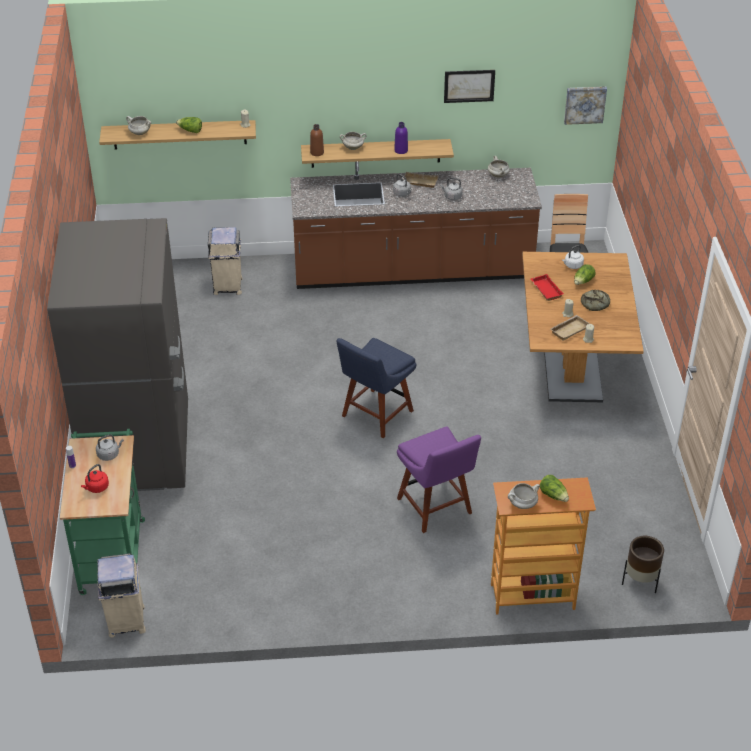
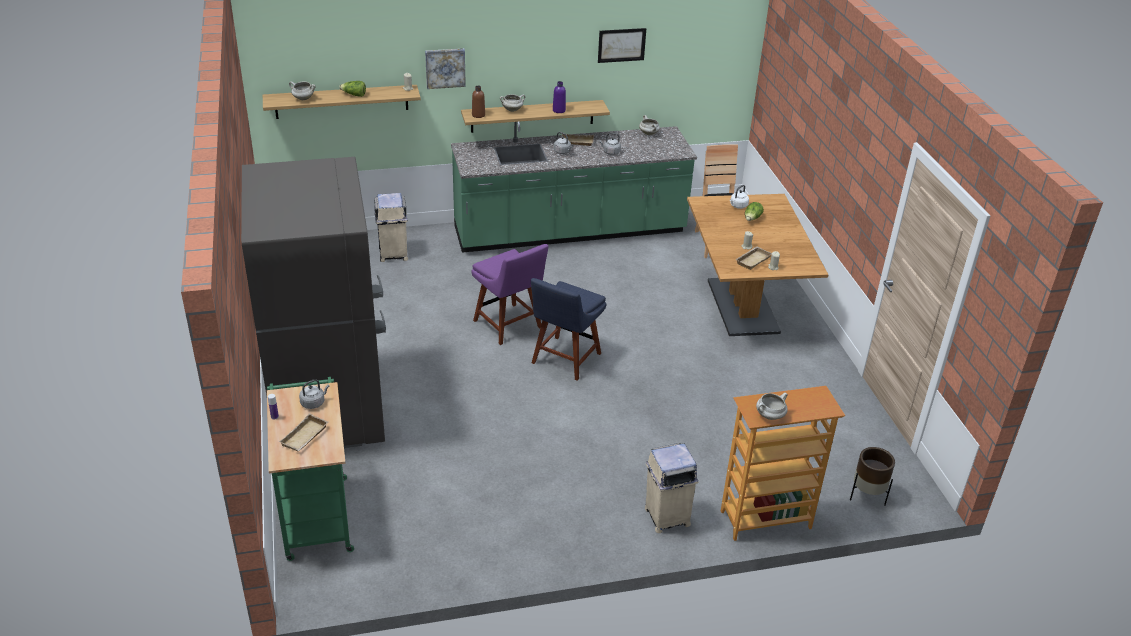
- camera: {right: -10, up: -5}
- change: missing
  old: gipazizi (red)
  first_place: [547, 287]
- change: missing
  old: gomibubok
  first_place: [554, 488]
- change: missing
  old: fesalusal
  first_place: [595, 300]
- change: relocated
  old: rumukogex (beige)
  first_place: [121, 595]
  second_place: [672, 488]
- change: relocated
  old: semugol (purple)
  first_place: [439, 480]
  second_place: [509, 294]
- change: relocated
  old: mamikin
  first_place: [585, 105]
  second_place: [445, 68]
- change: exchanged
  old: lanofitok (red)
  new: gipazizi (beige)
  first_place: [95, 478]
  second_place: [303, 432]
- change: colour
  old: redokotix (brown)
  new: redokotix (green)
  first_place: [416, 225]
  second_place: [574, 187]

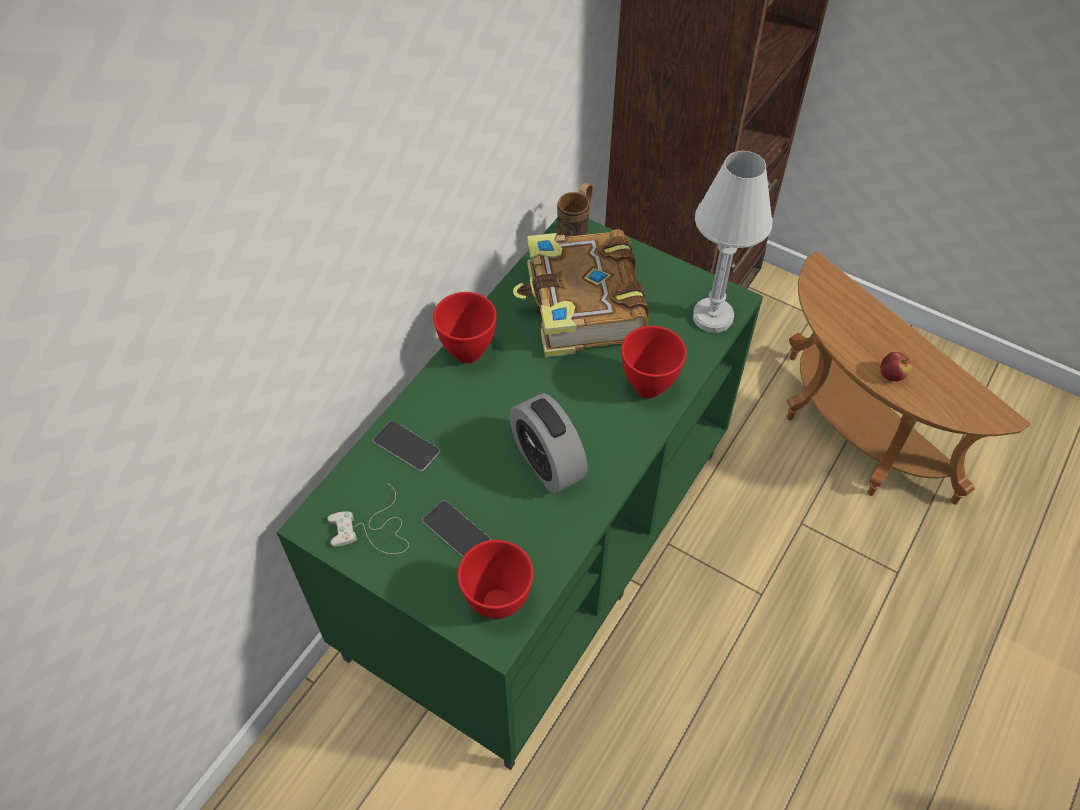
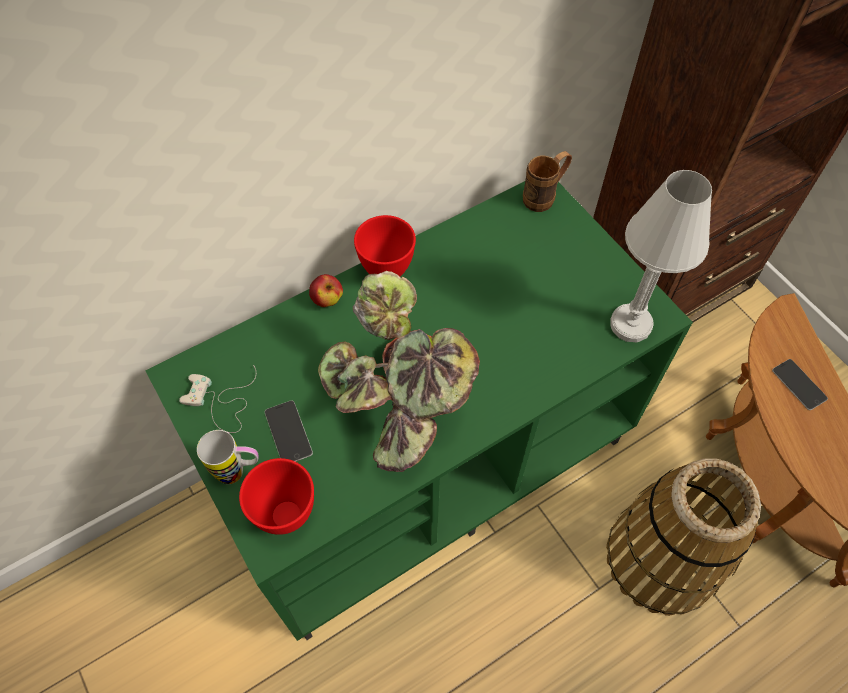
- camera: {right: 25, up: 5}
- change: missing
  old: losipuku
  first_place: [581, 293]
- change: missing
  old: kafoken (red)
  first_place: [654, 362]
- change: appeared
  new: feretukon
  second_place: [228, 457]
- change: appeared
  new: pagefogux
  second_place: [683, 537]
- change: relocated
  old: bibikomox
  first_place: [406, 446]
  second_place: [800, 384]
- change: relocated
  old: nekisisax
  first_place: [896, 367]
  second_place: [326, 290]
- change: exchanged
  old: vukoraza
  new: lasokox
  first_place: [549, 443]
  second_place: [399, 371]

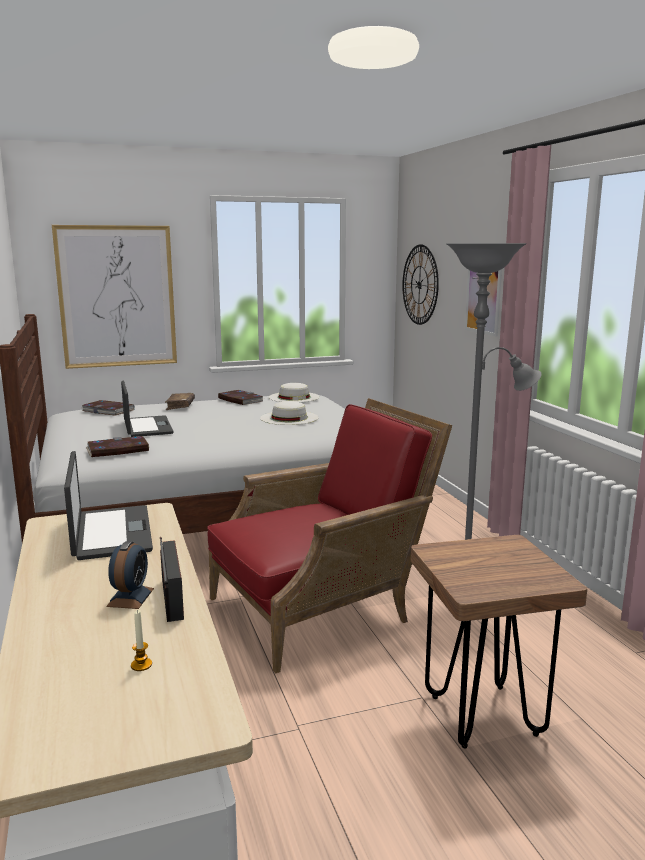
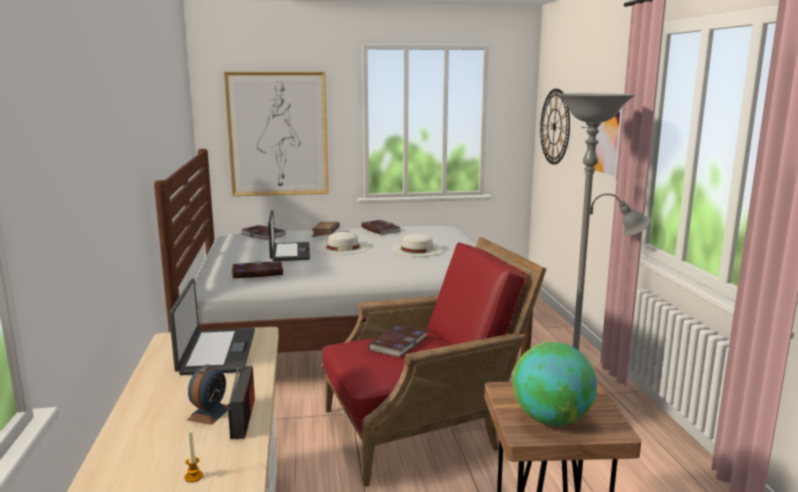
- camera: {right: 10, up: 0}
- change: appeared
  new: losipuku
  second_place: [398, 340]
- change: appeared
  new: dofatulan
  second_place: [555, 384]
- change: relocated
  old: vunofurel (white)
  first_place: [294, 393]
  second_place: [343, 243]

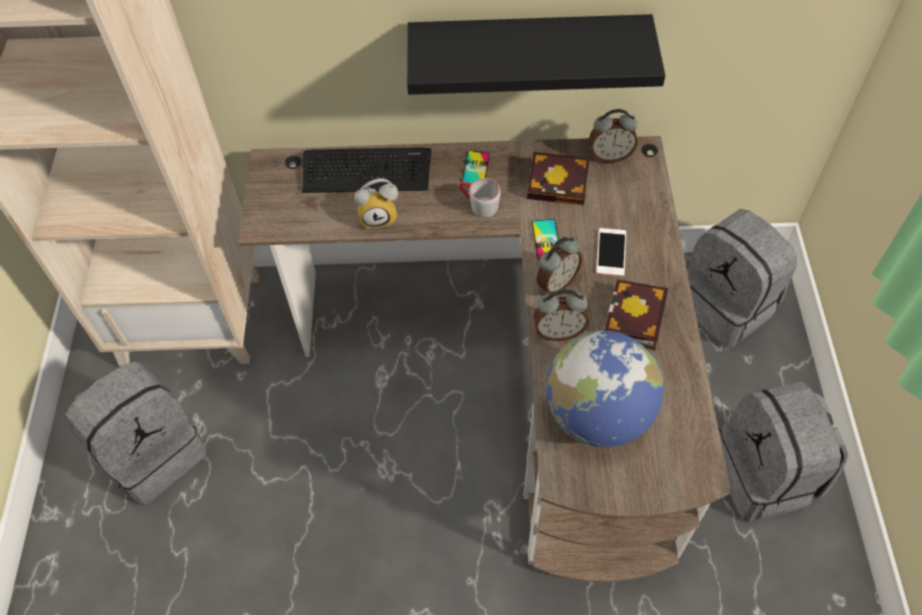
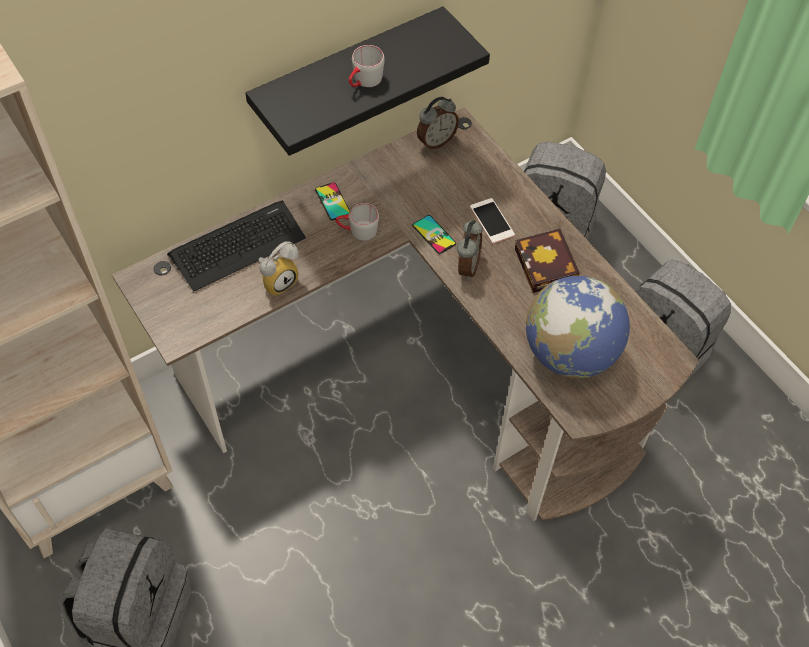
- camera: {right: -35, up: 0}
- change: missing
  old: losipuku
  first_place: [558, 178]
- change: missing
  old: vukoraza
  first_place: [561, 315]
- change: appeared
  new: feretukon (grey)
  second_place: [367, 66]

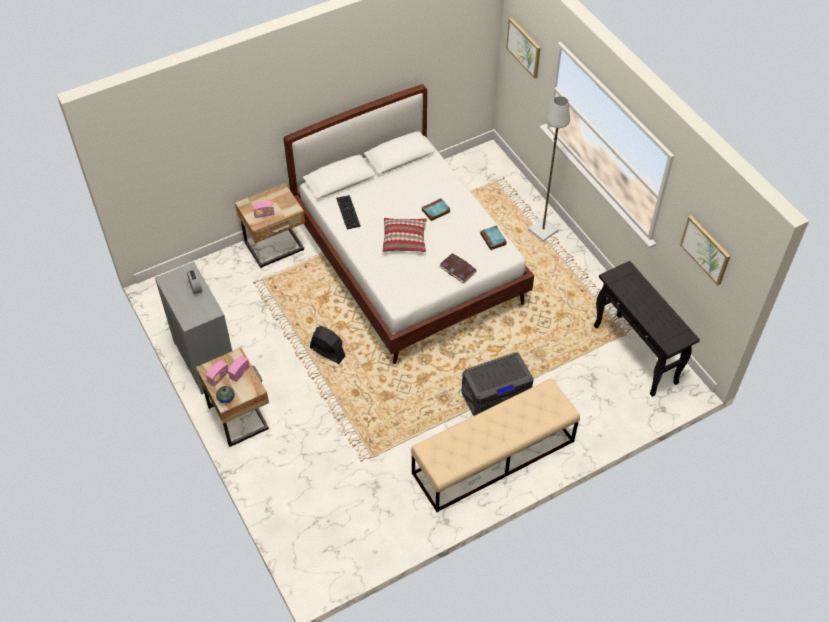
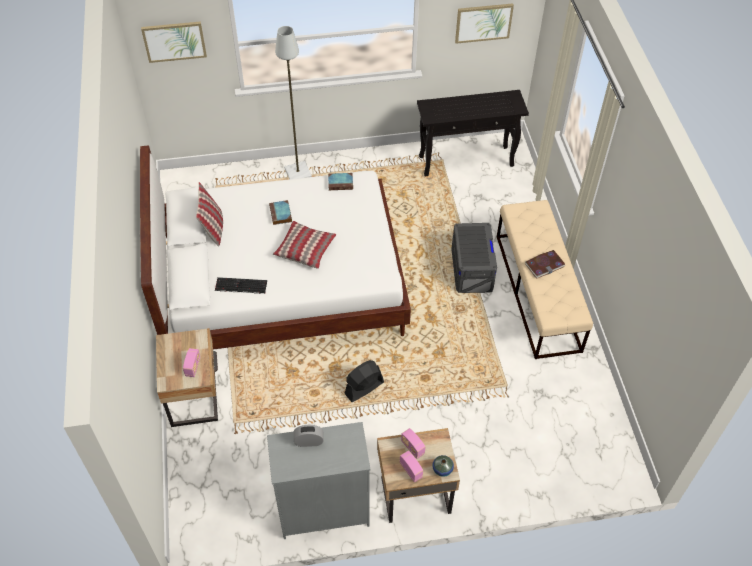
- camera: {right: -70, up: 0}
- change: appeared
  new: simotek
  second_place: [209, 214]
- change: relocated
  old: losipuku
  first_place: [458, 268]
  second_place: [545, 264]

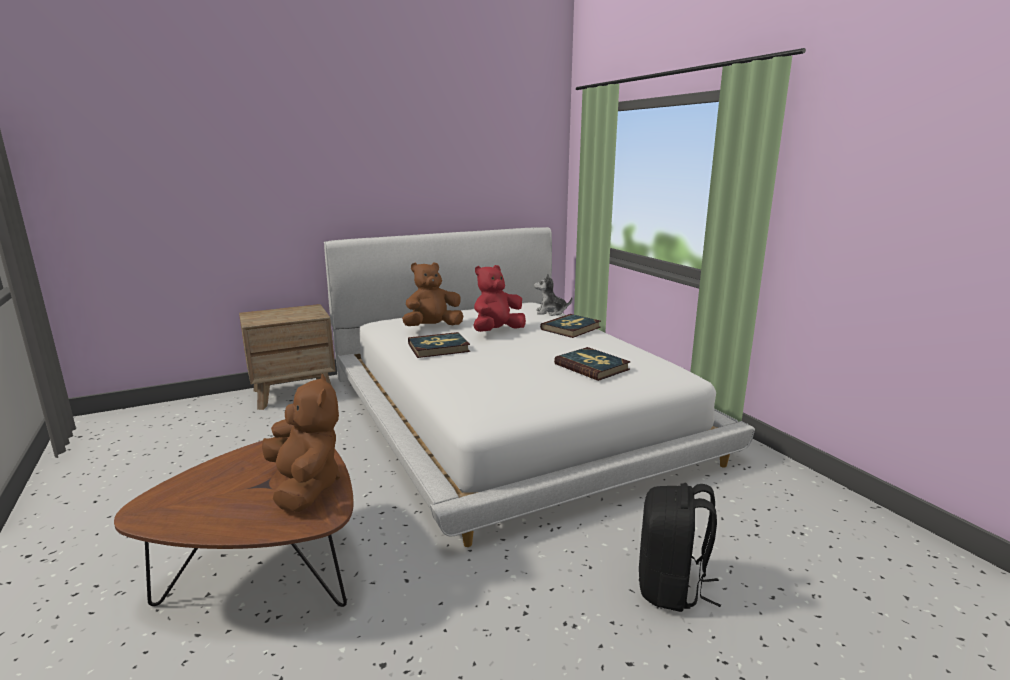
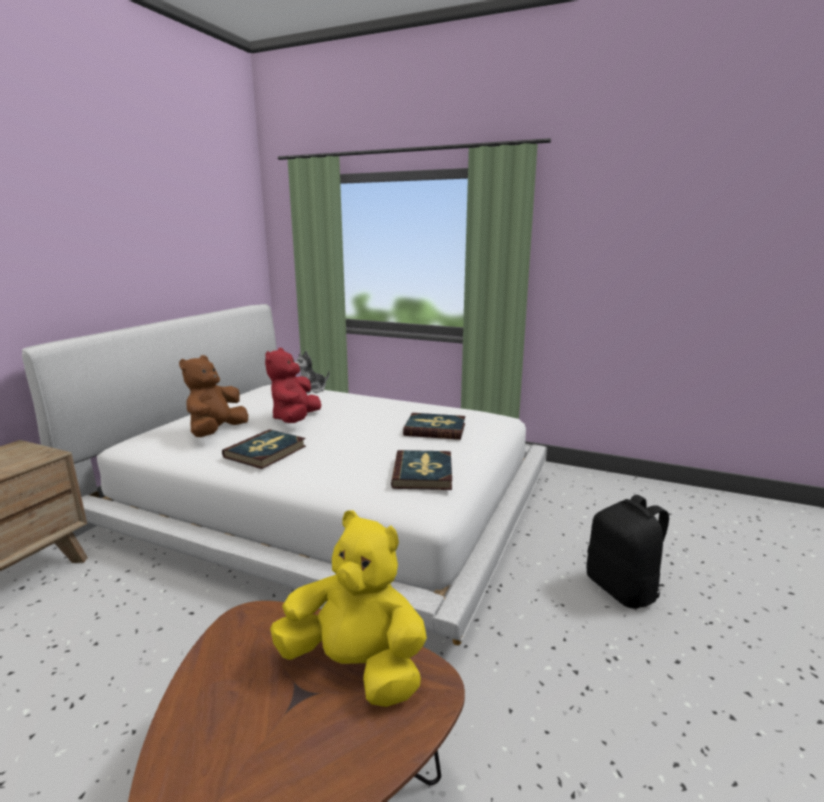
- camera: {right: -40, up: 0}
- change: relocated
  old: losipuku
  first_place: [570, 326]
  second_place: [421, 470]
- change: colour
  old: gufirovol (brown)
  new: gufirovol (yellow)
  first_place: [301, 443]
  second_place: [348, 608]

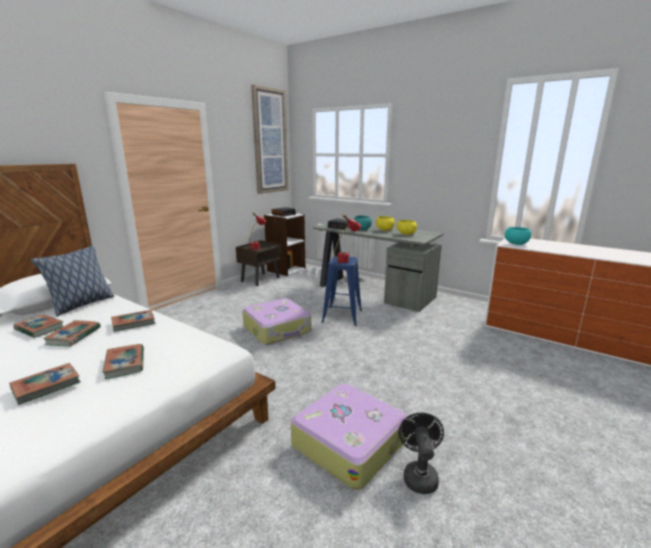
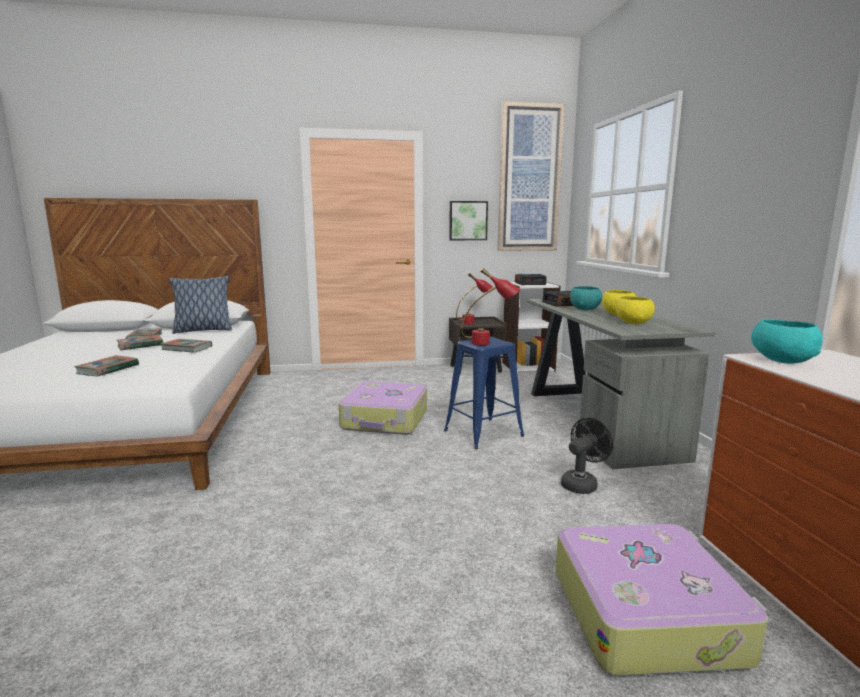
- camera: {right: 45, up: -5}
- change: missing
  old: losipuku
  first_place: [45, 384]
- change: appeared
  new: mamikin
  second_place: [468, 220]
- change: relocated
  old: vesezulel
  first_place: [349, 437]
  second_place: [662, 600]
- change: relocated
  old: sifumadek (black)
  first_place: [421, 453]
  second_place: [587, 456]

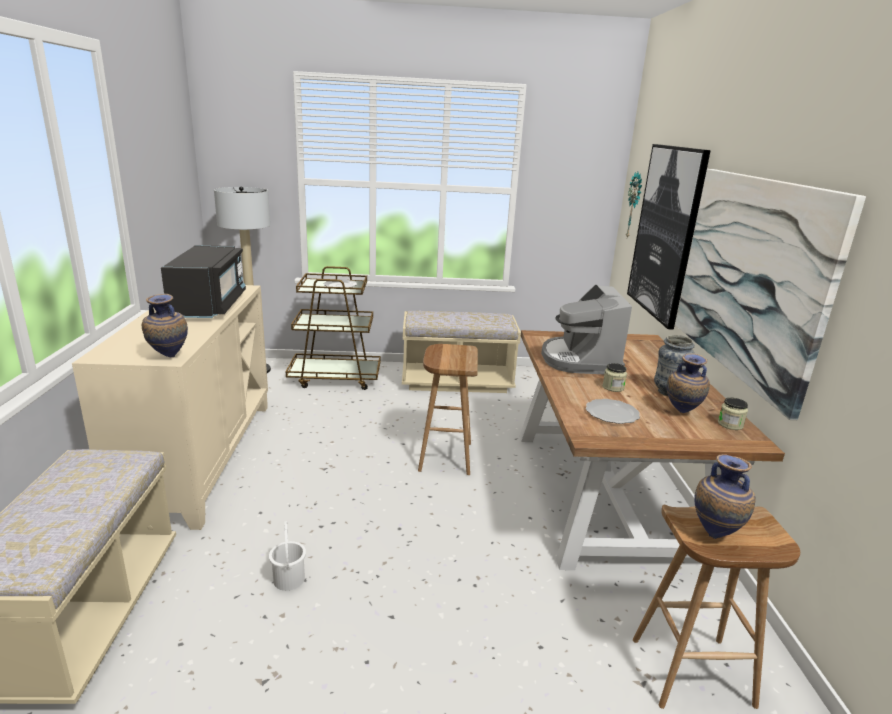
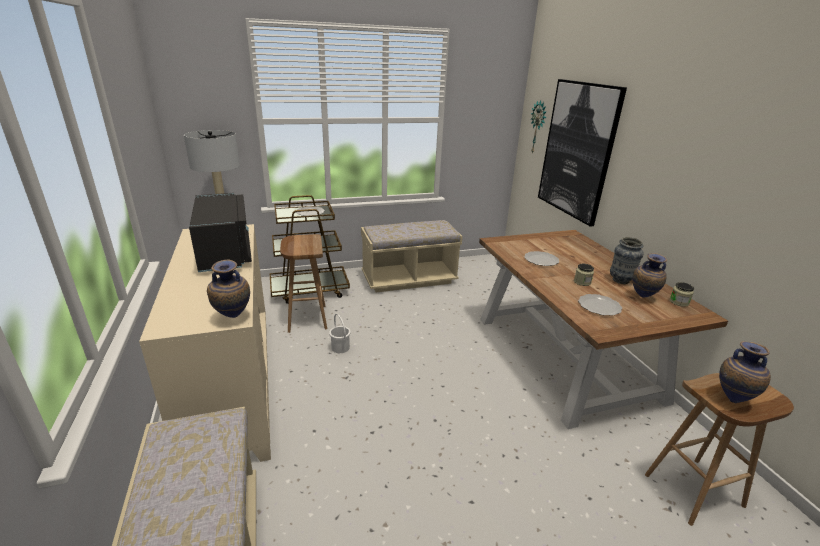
- camera: {right: -15, up: 5}
- change: missing
  old: mamikin
  first_place: [770, 294]
- change: relocated
  old: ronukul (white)
  first_place: [287, 556]
  second_place: [340, 333]
- change: relocated
  old: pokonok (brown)
  first_place: [448, 409]
  second_place: [303, 283]
- change: exchanged
  old: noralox
  new: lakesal
  first_place: [586, 329]
  second_place: [541, 258]

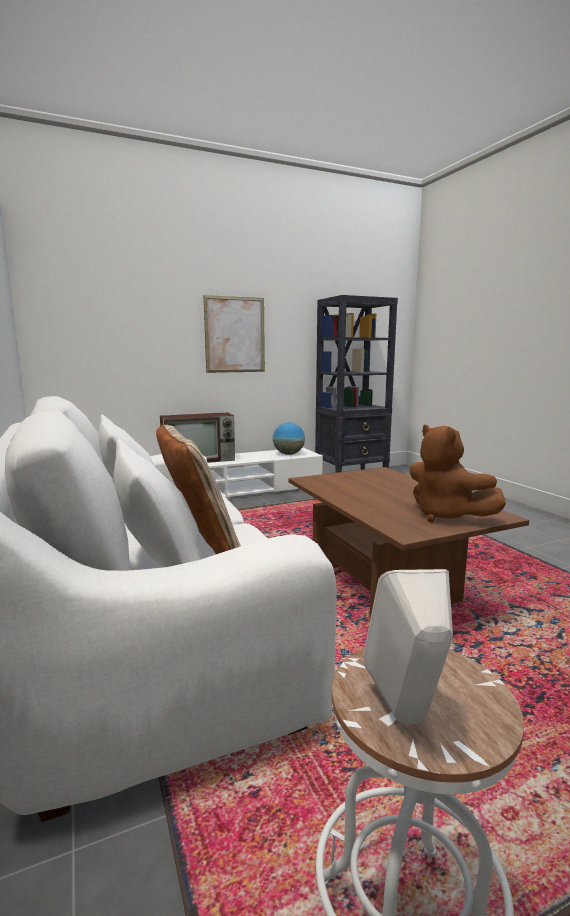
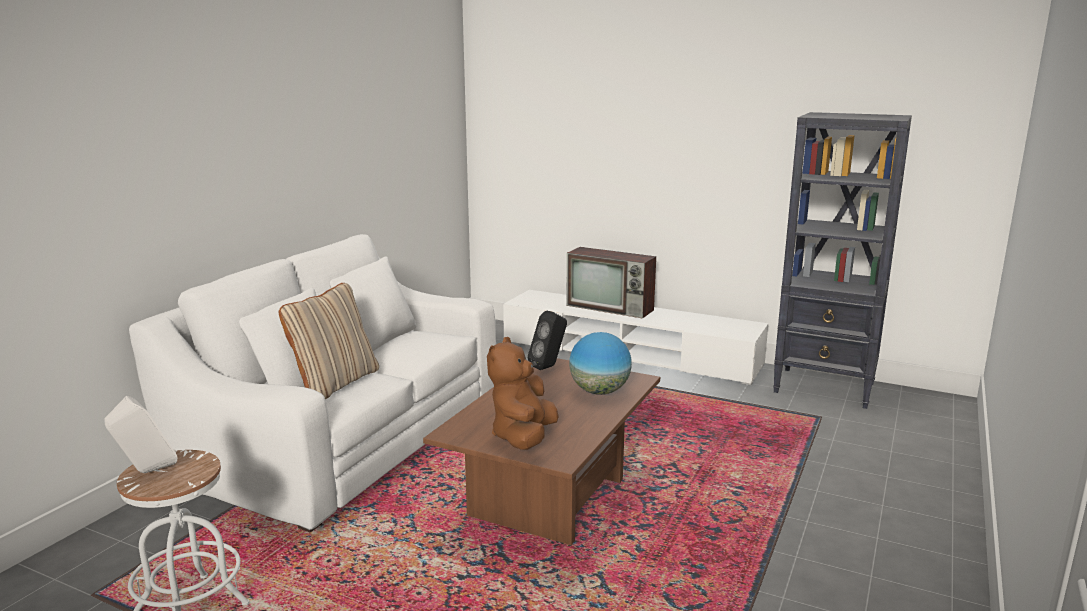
- camera: {right: 50, up: 5}
- change: missing
  old: mamikin
  first_place: [234, 334]
- change: appeared
  new: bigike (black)
  second_place: [547, 340]
- change: relocated
  old: dofatulan
  first_place: [289, 438]
  second_place: [600, 363]

